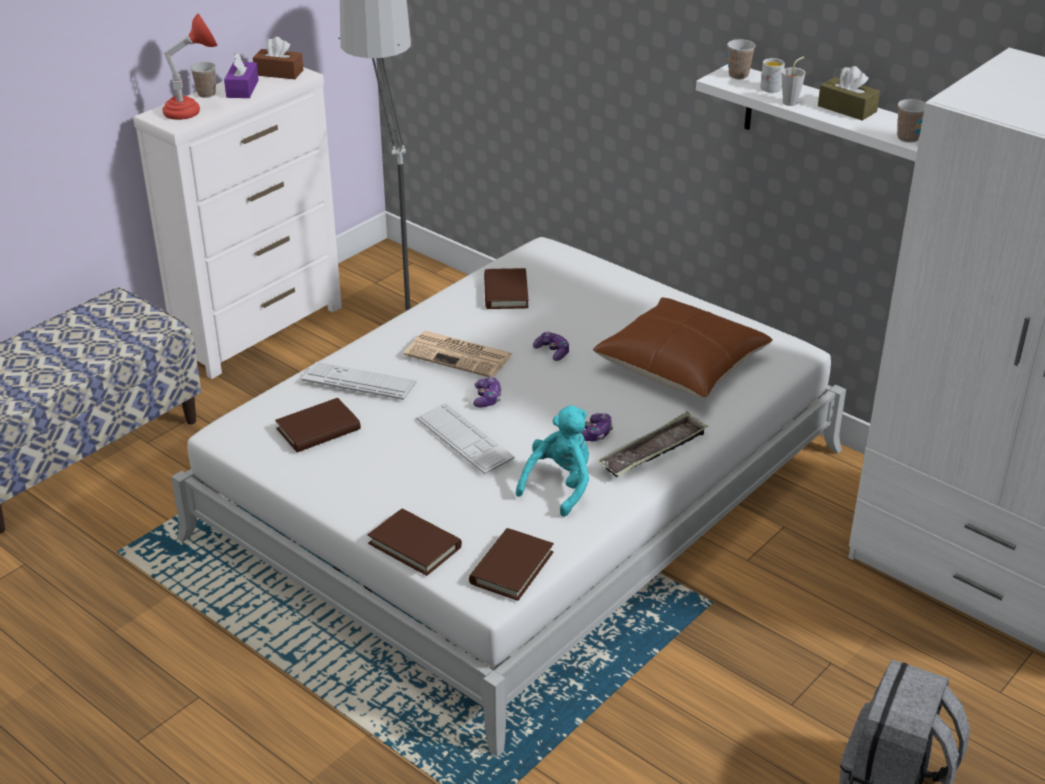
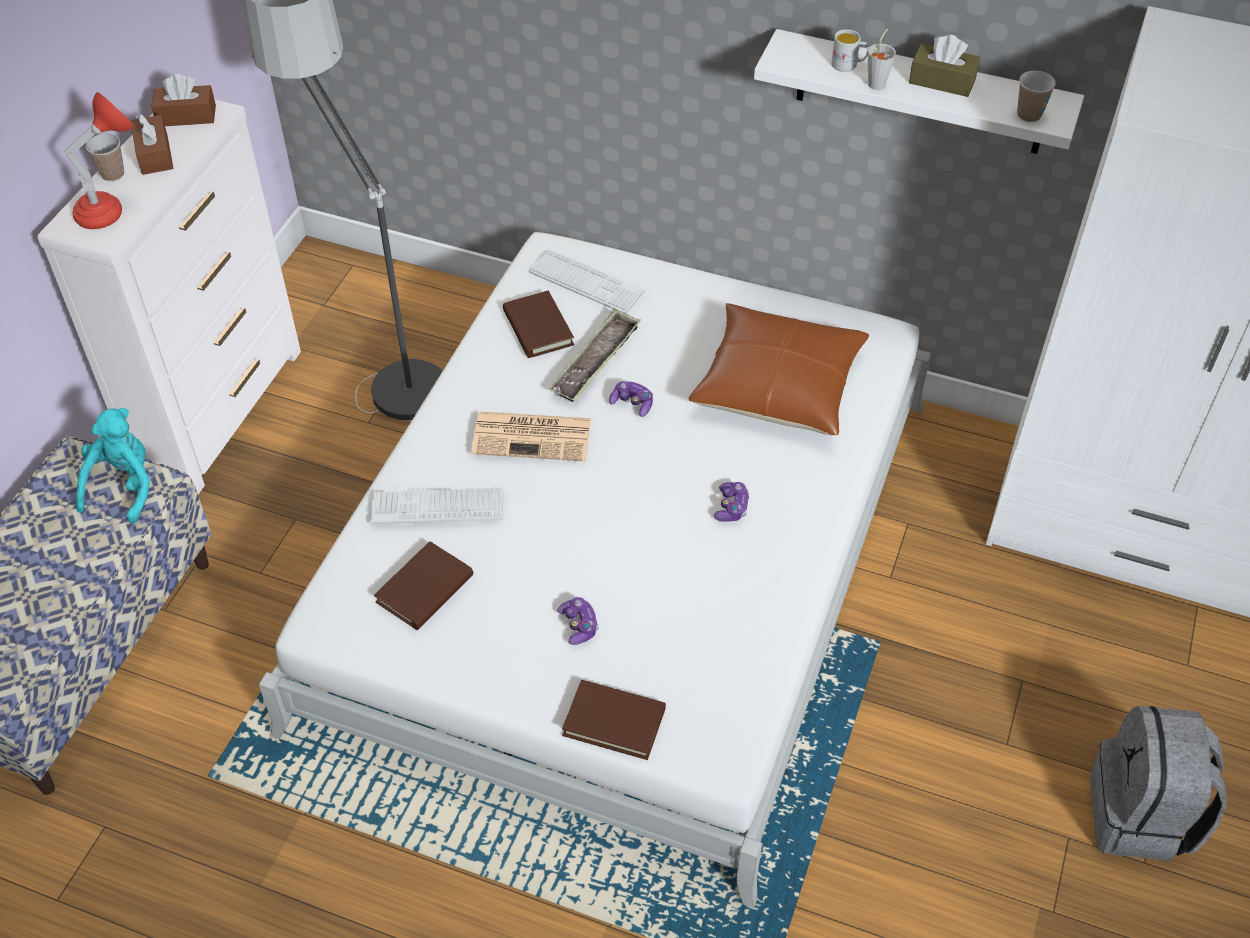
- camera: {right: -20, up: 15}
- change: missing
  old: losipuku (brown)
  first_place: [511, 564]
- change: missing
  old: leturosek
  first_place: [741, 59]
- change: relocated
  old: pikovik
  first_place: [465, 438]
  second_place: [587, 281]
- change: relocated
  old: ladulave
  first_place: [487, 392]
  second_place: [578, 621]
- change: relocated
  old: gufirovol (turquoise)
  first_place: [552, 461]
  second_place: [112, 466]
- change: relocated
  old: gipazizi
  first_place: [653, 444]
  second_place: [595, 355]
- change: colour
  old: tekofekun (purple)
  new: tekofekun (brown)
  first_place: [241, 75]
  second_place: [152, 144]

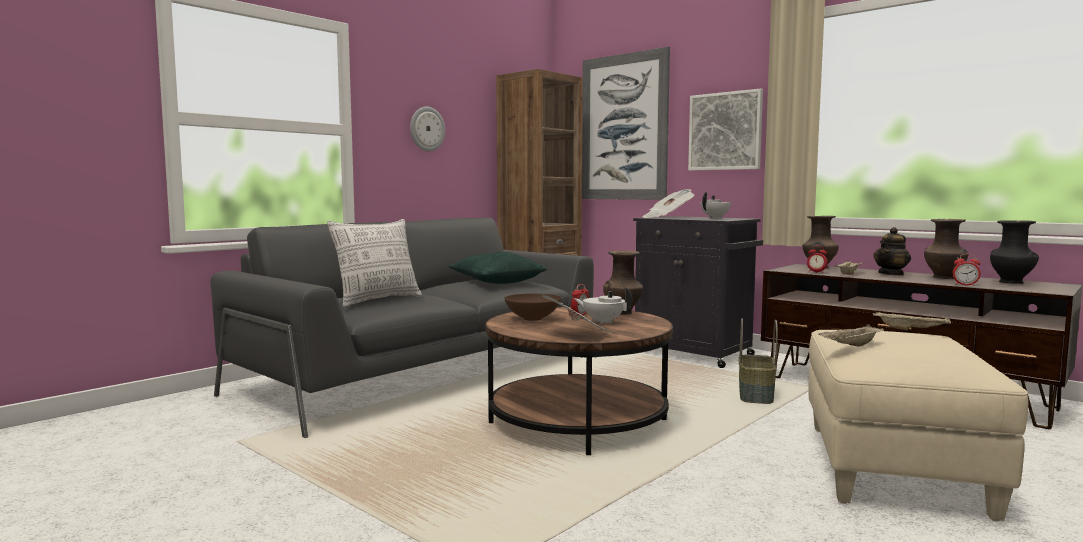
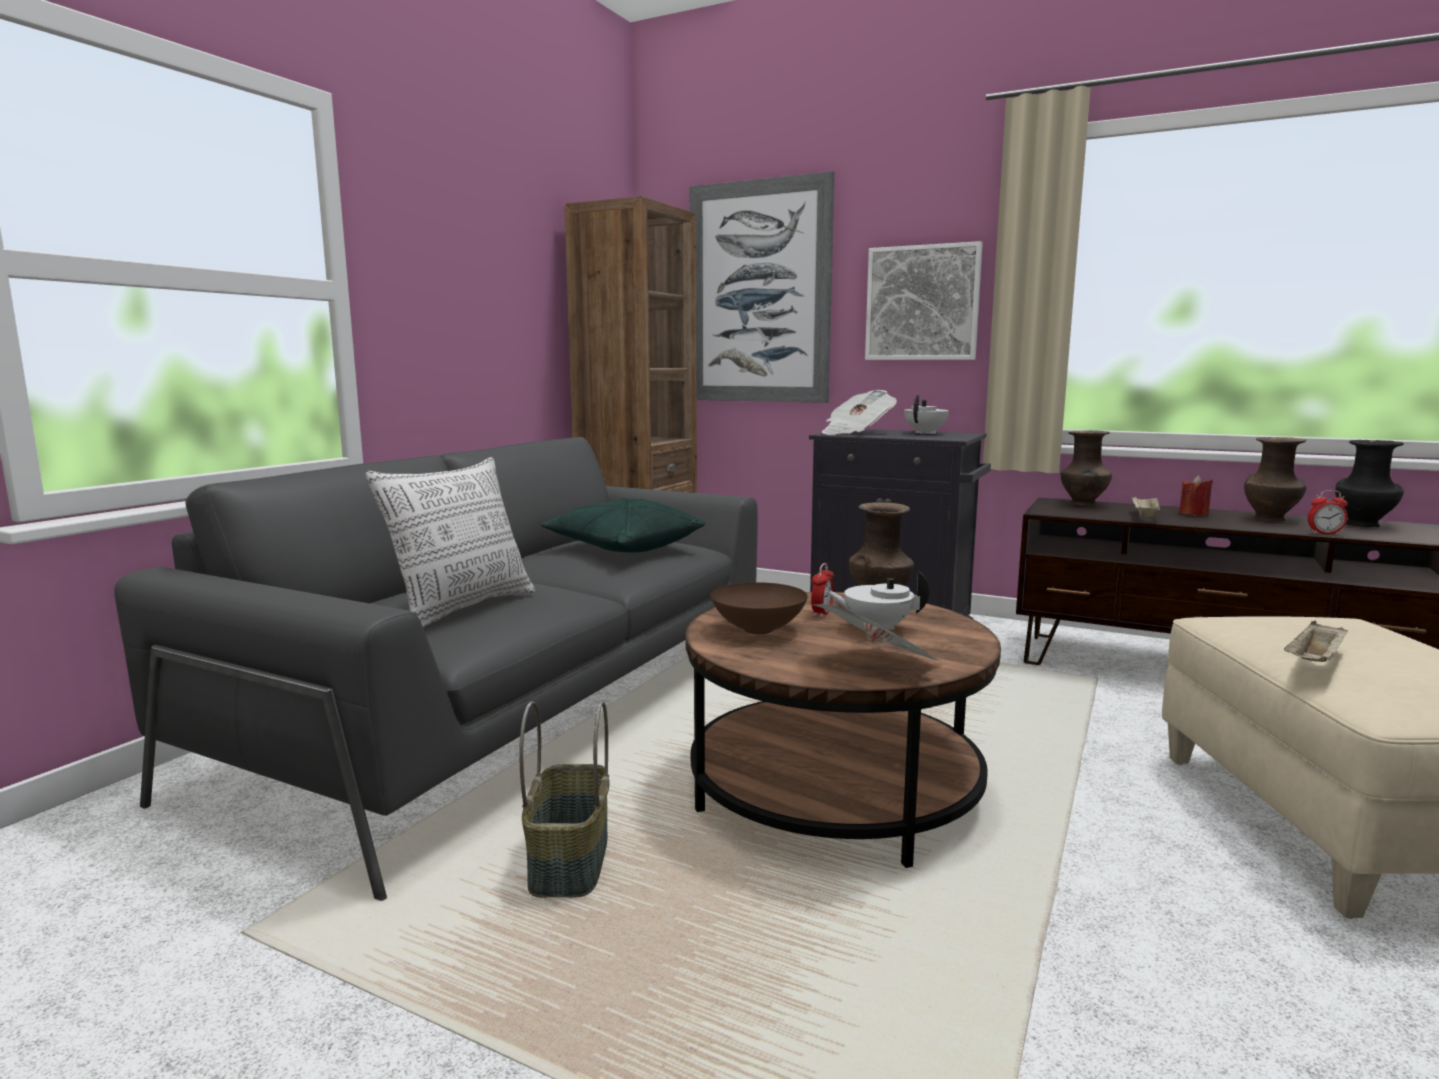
- camera: {right: -15, up: 5}
- change: missing
  old: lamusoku
  first_place: [427, 129]
- change: missing
  old: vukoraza
  first_place: [817, 259]
- change: missing
  old: gipazizi (beige)
  first_place: [912, 321]
- change: relocated
  old: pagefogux
  first_place: [758, 361]
  second_place: [564, 799]
- change: exchanged
  old: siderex
  new: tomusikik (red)
  first_place: [892, 251]
  second_place: [1196, 495]

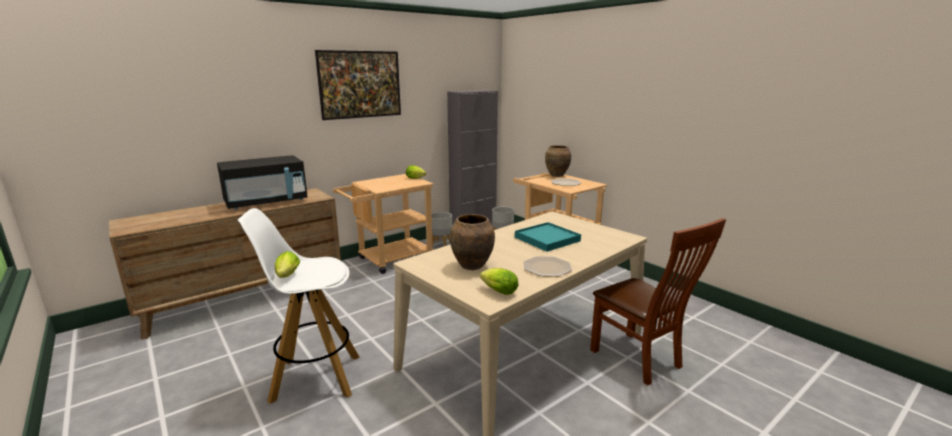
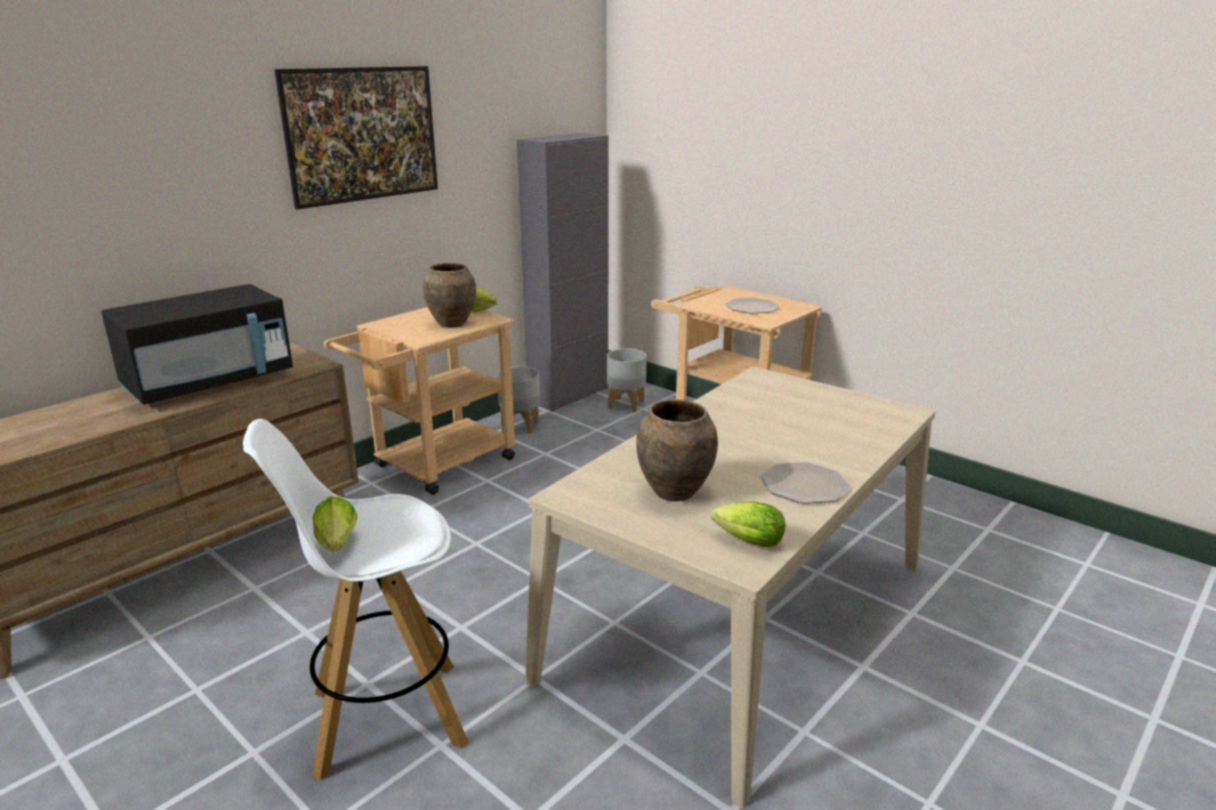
- camera: {right: -10, up: 5}
- change: missing
  old: gipazizi (turquoise)
  first_place: [548, 237]
- change: missing
  old: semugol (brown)
  first_place: [658, 301]
- change: relocated
  old: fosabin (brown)
  first_place: [558, 161]
  second_place: [449, 295]

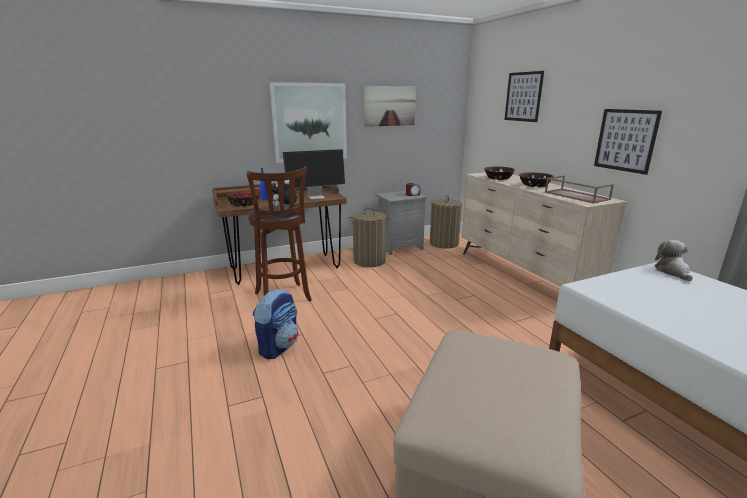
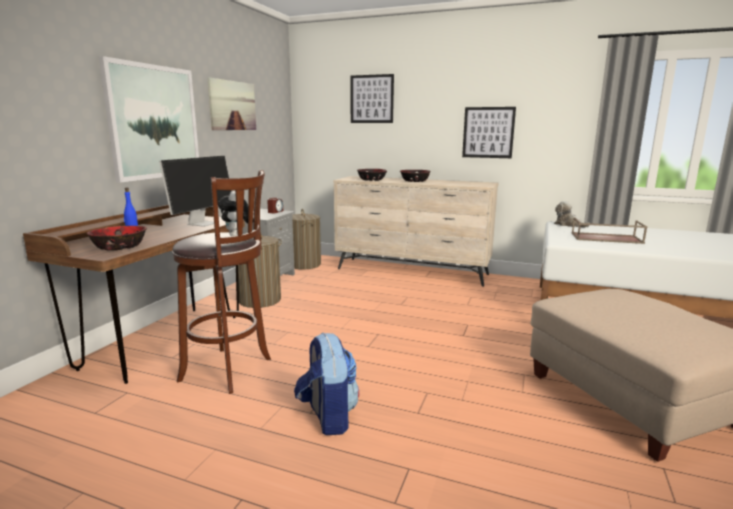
- camera: {right: -45, up: -5}
- change: relocated
  old: gipazizi (brown)
  first_place: [579, 189]
  second_place: [609, 231]

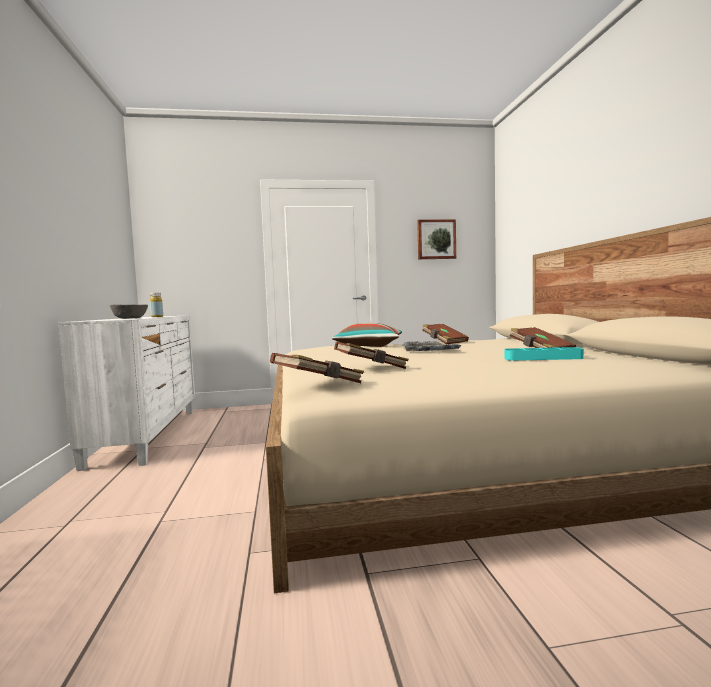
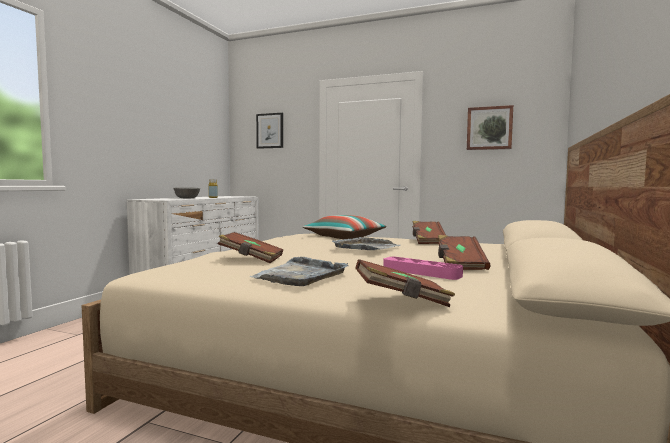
- camera: {right: 30, up: 0}
- change: appeared
  new: gipazizi (grey)
  second_place: [298, 271]
- change: appeared
  new: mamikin
  second_place: [269, 131]
- change: relocated
  old: losipuku (brown)
  first_place: [317, 368]
  second_place: [405, 283]
- change: colour
  old: gipazizi (turquoise)
  new: gipazizi (pink)
  first_place: [544, 353]
  second_place: [423, 268]

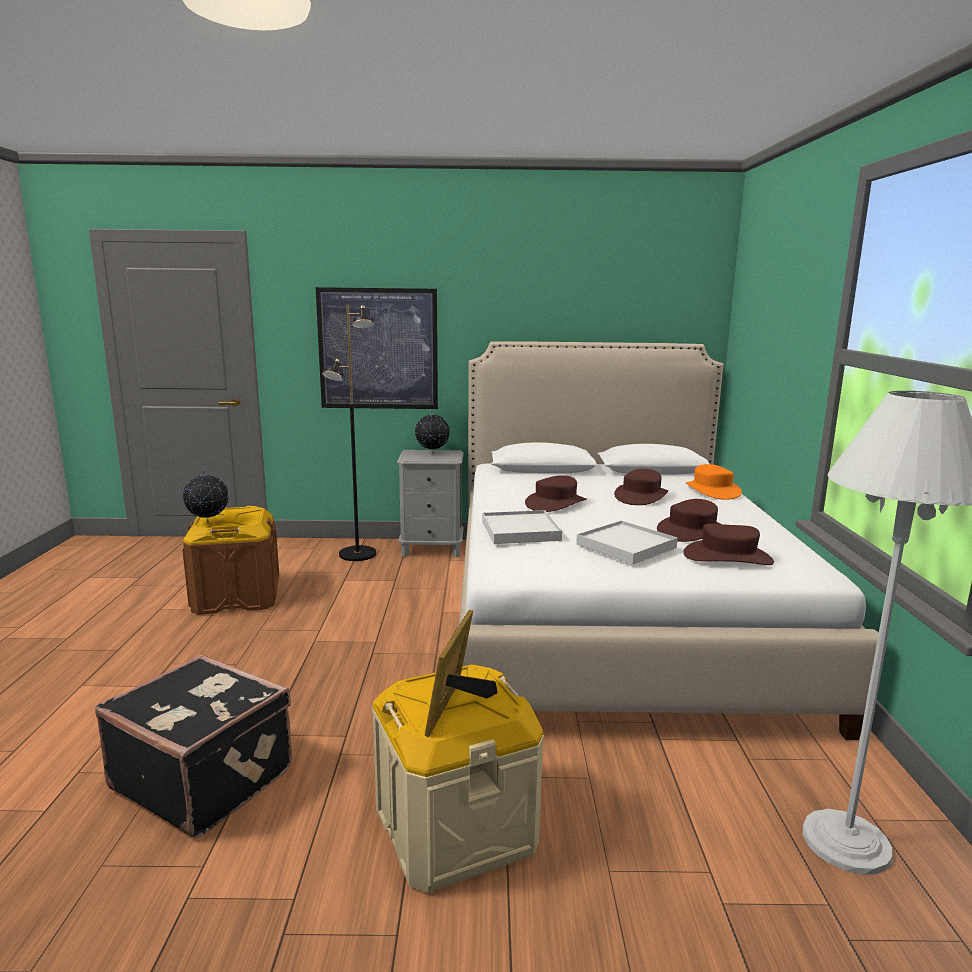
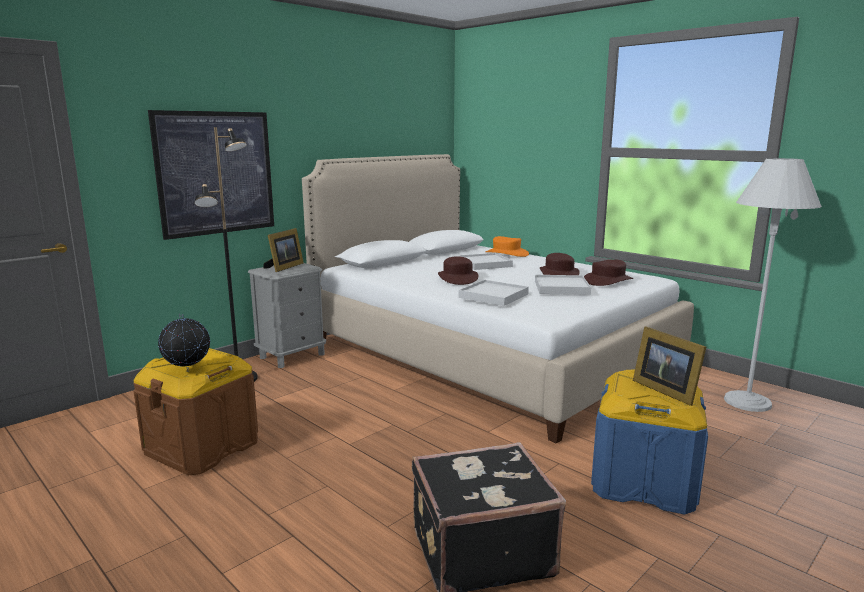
- camera: {right: -45, up: 0}
- change: exchanged
  old: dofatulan
  new: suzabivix
  first_place: [432, 432]
  second_place: [283, 250]
- change: exchanged
  old: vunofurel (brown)
  new: gipazizi (white)
  first_place: [641, 487]
  second_place: [486, 261]
- change: colour
  old: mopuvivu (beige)
  new: mopuvivu (blue)
  first_place: [458, 779]
  second_place: [649, 442]

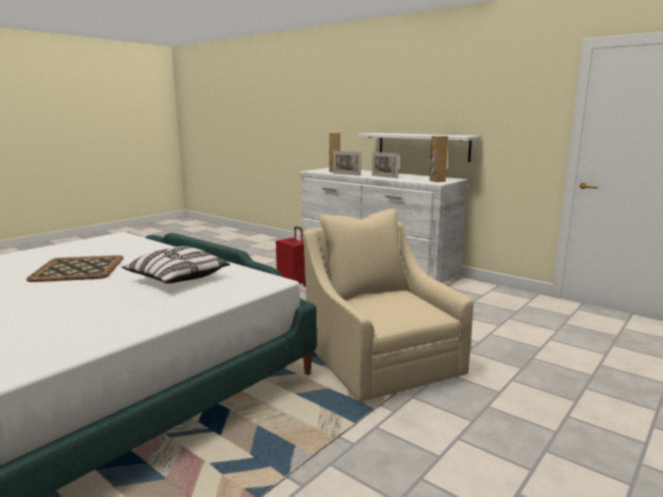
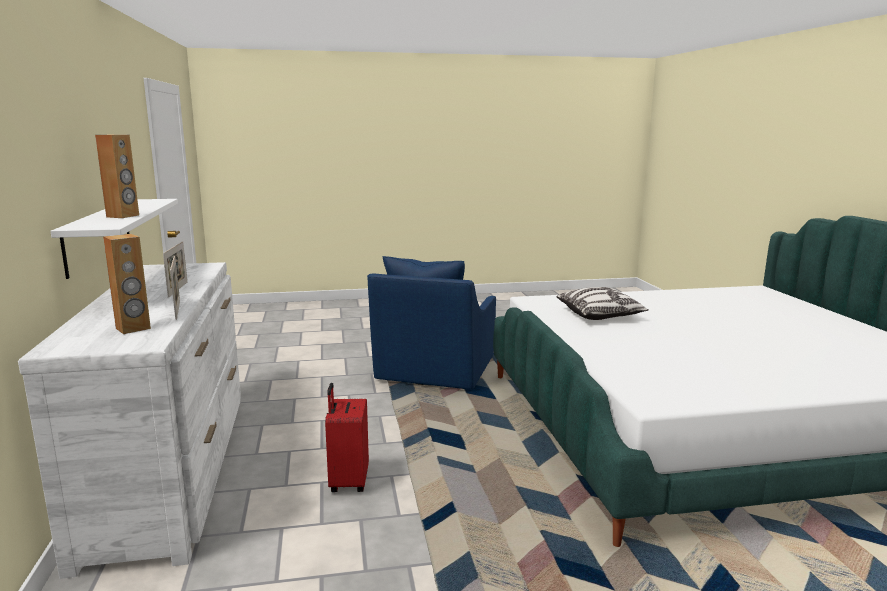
- camera: {right: -140, up: 0}
- change: missing
  old: gipazizi
  first_place: [74, 268]
- change: relocated
  old: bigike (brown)
  first_place: [438, 159]
  second_place: [117, 176]
- change: colour
  old: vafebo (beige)
  new: vafebo (blue)
  first_place: [388, 305]
  second_place: [431, 323]

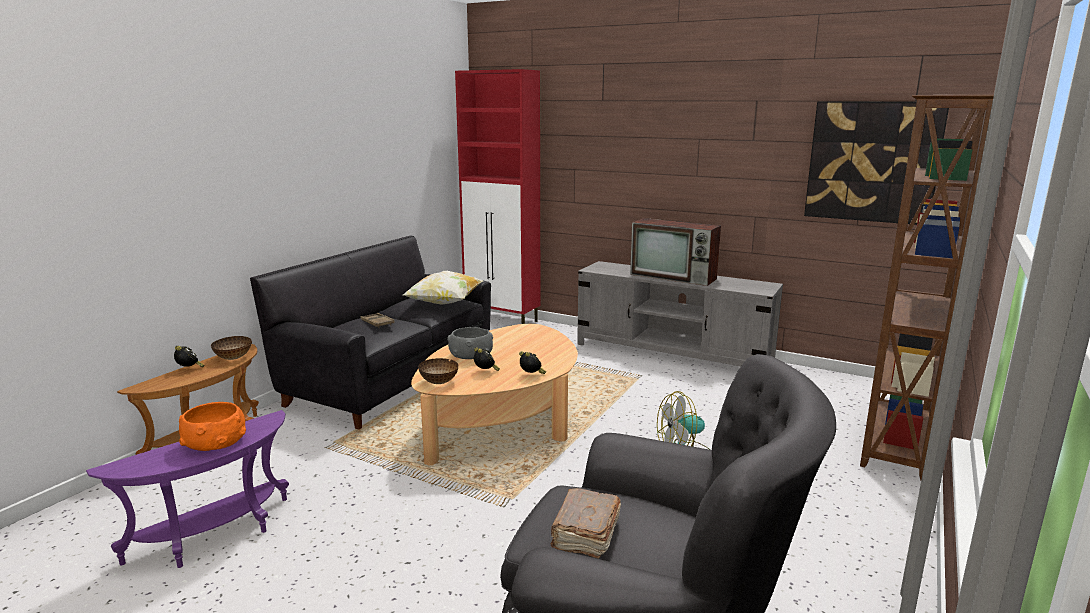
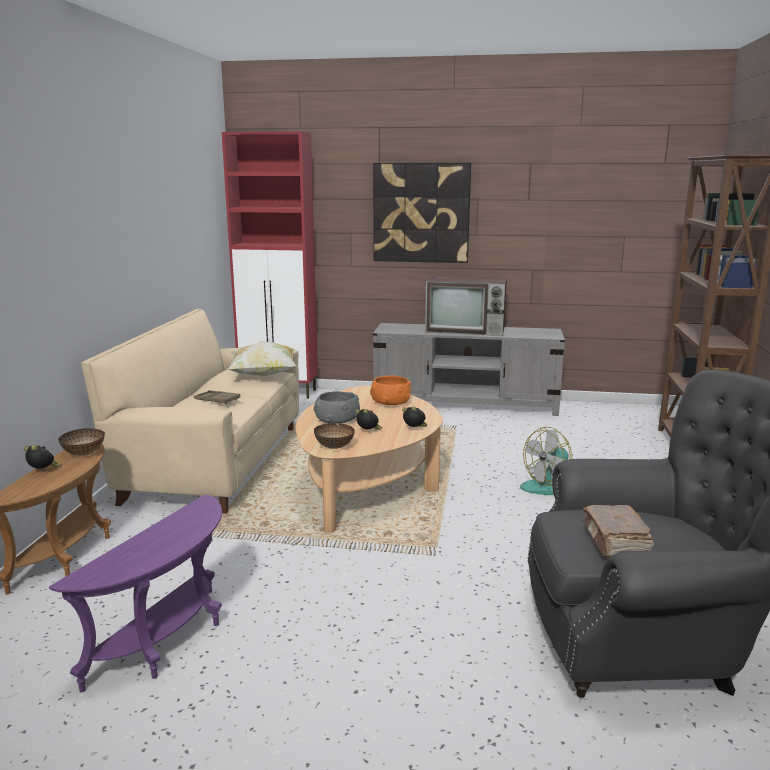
- camera: {right: -20, up: 0}
- change: relocated
  old: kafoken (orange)
  first_place: [212, 426]
  second_place: [390, 390]
- change: relocated
  old: mamikin
  first_place: [876, 163]
  second_place: [422, 213]
- change: colour
  old: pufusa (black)
  new: pufusa (beige)
  first_place: [370, 333]
  second_place: [190, 411]

